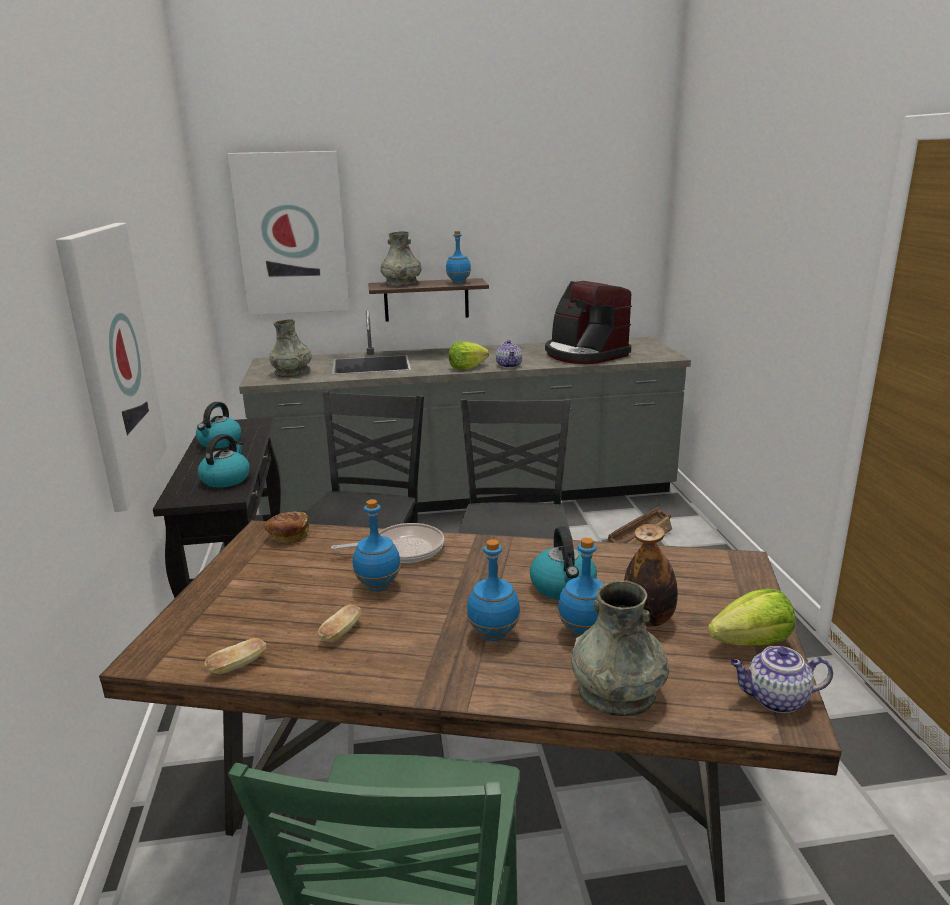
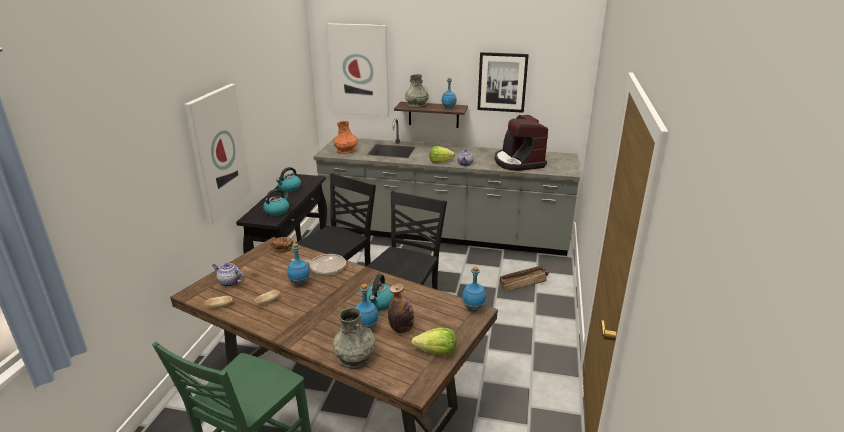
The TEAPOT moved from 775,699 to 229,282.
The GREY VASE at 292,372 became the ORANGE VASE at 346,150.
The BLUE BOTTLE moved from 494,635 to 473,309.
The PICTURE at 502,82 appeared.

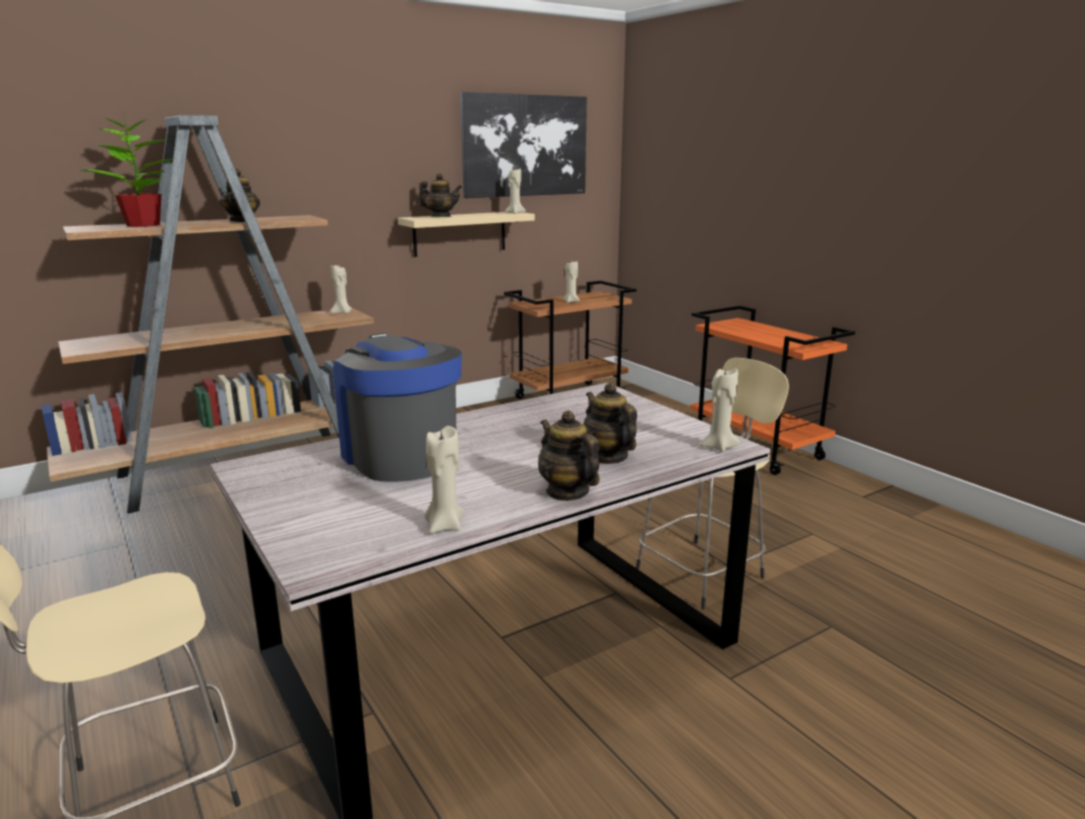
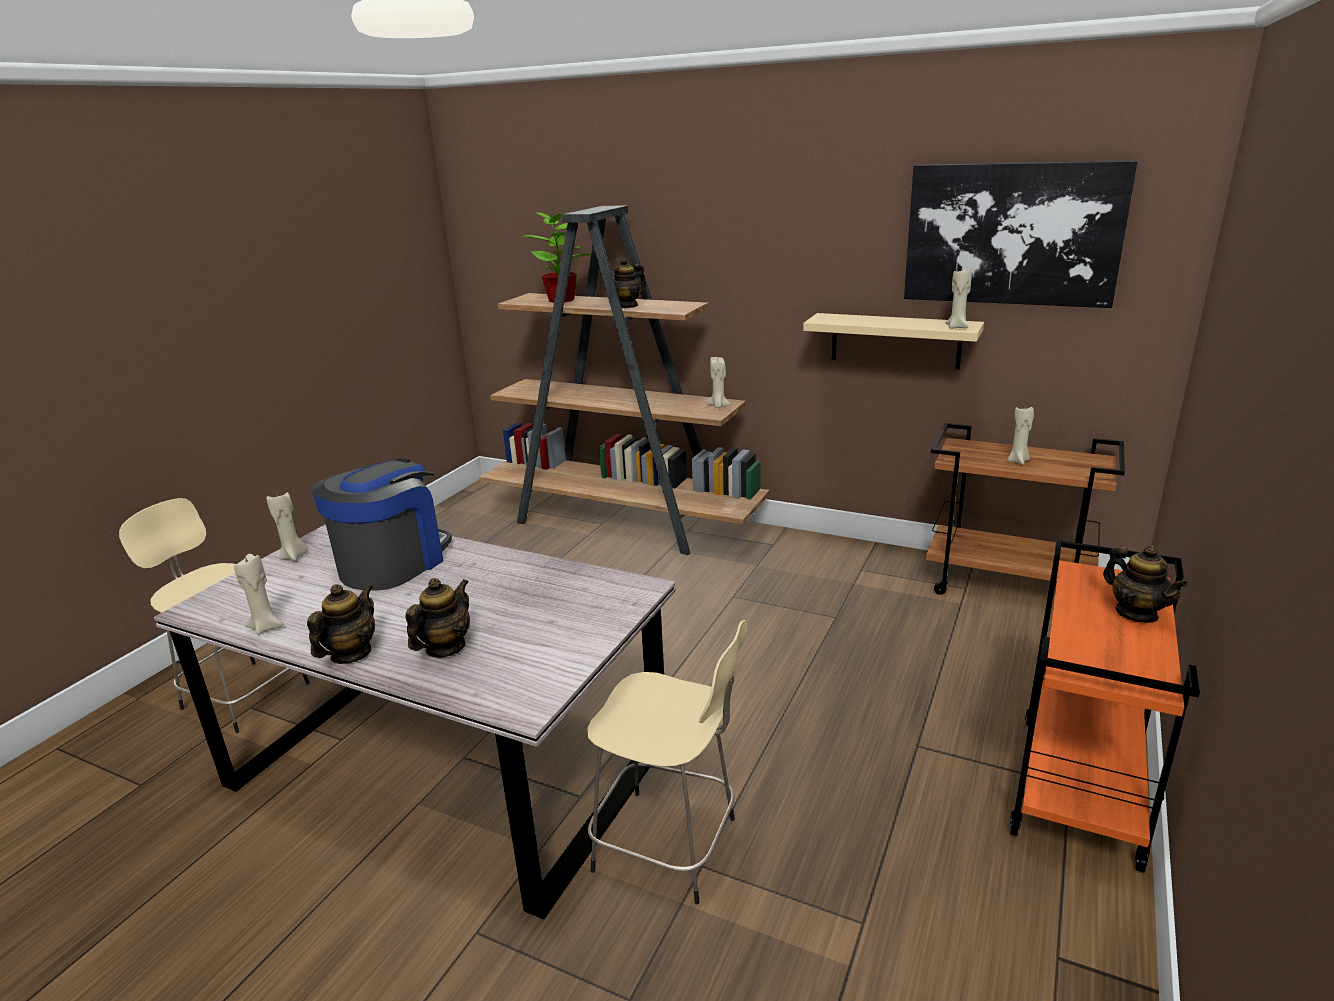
The BEIGE CANDLE moved from 718,447 to 294,556.
The TEAPOT moved from 440,217 to 1136,613.

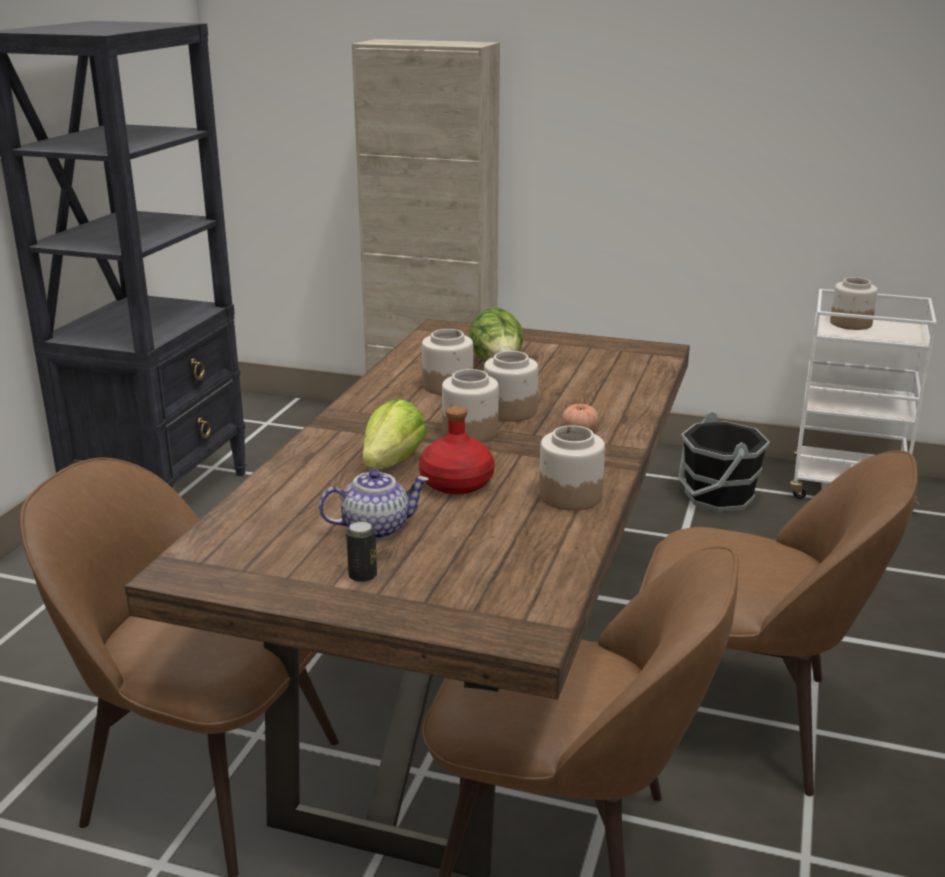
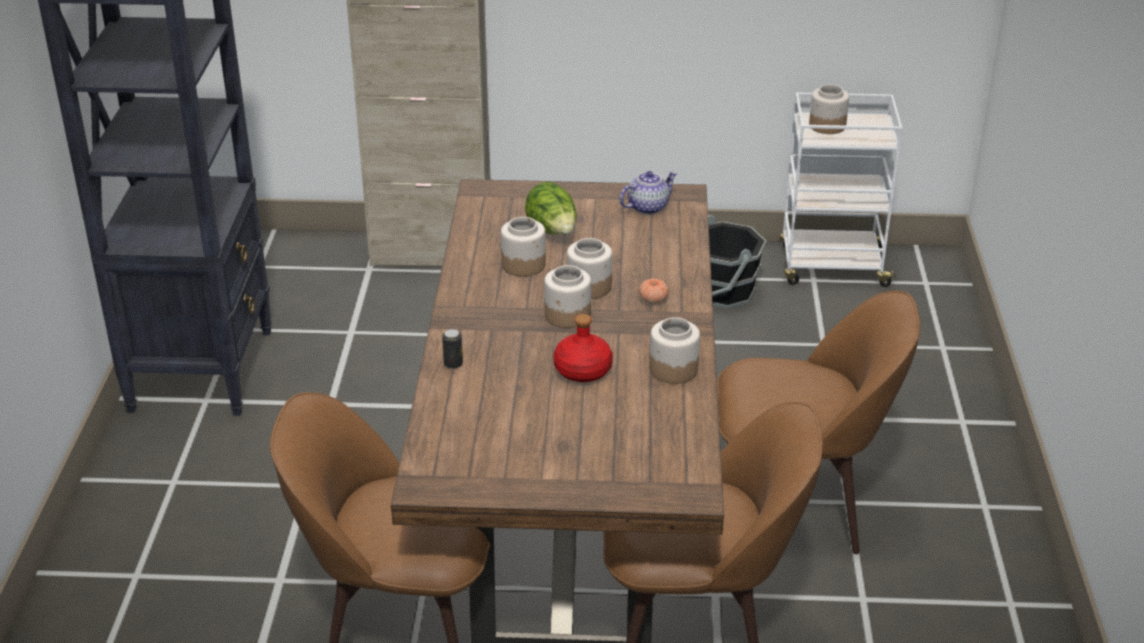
The CAN moved from 362,576 to 453,364.
The TEAPOT moved from 376,528 to 648,207.
The LETTUCE at 392,463 disappeared.

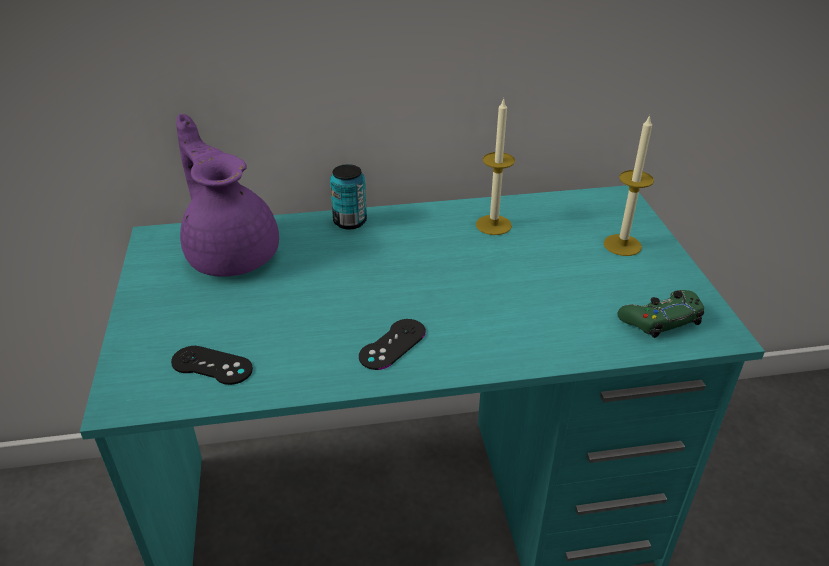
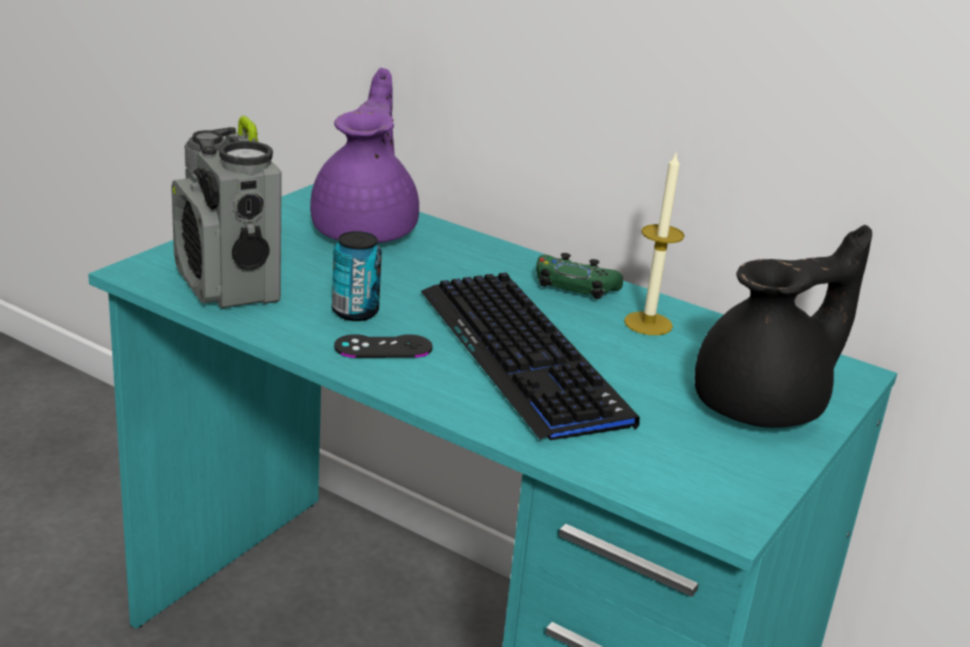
The BLACK GAME CONTROLLER at 212,365 was replaced by the RADIO at 227,285.
The CAN moved from 350,221 to 355,312.
The KEYBOARD at 522,356 appeared.
The GREEN GAME CONTROLLER moved from 660,320 to 575,287.
The CANDLE at 622,245 was replaced by the BLACK TEAPOT at 764,406.

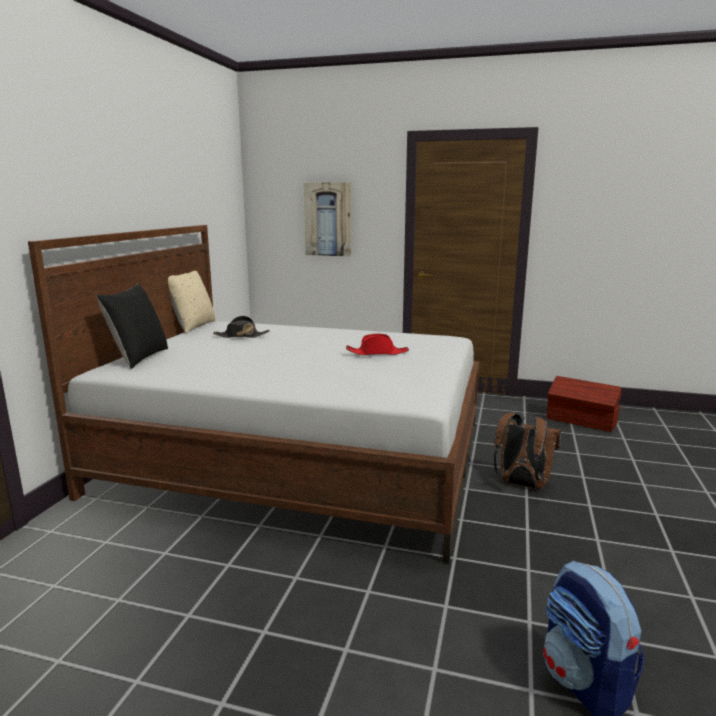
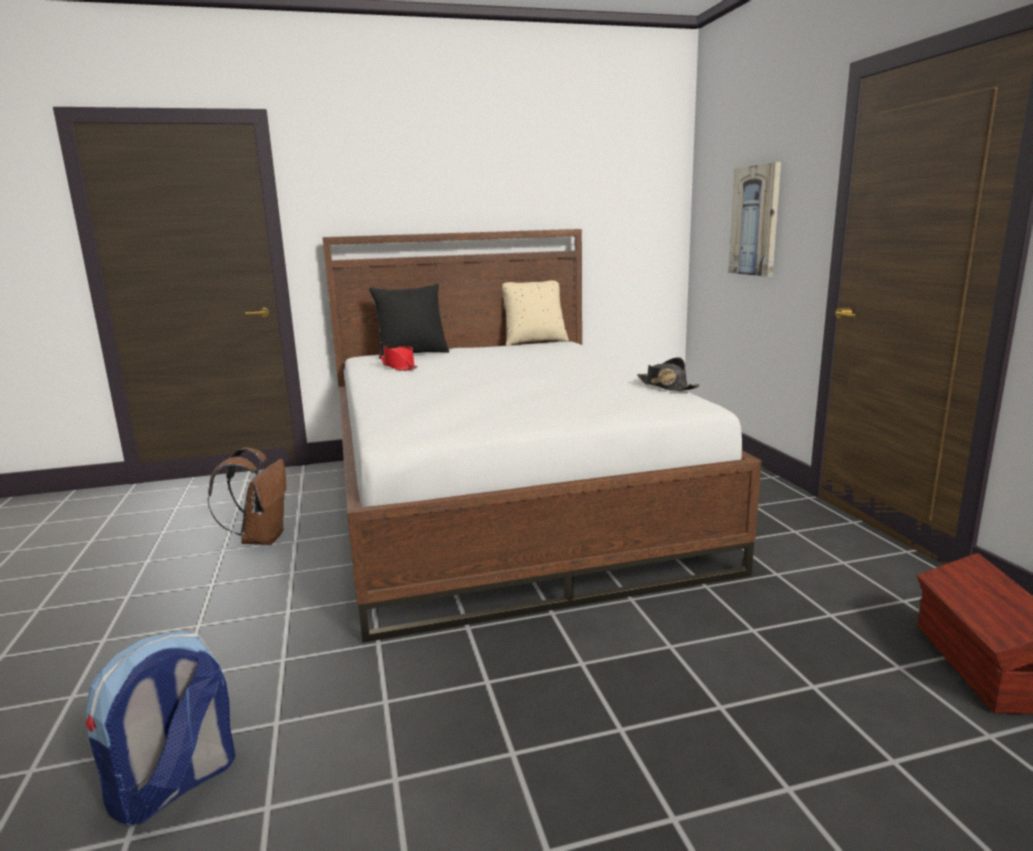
The BROWN BACKPACK moved from 521,484 to 262,538.
The RED HAT moved from 377,353 to 399,366.
The BLACK HAT moved from 241,336 to 666,386.

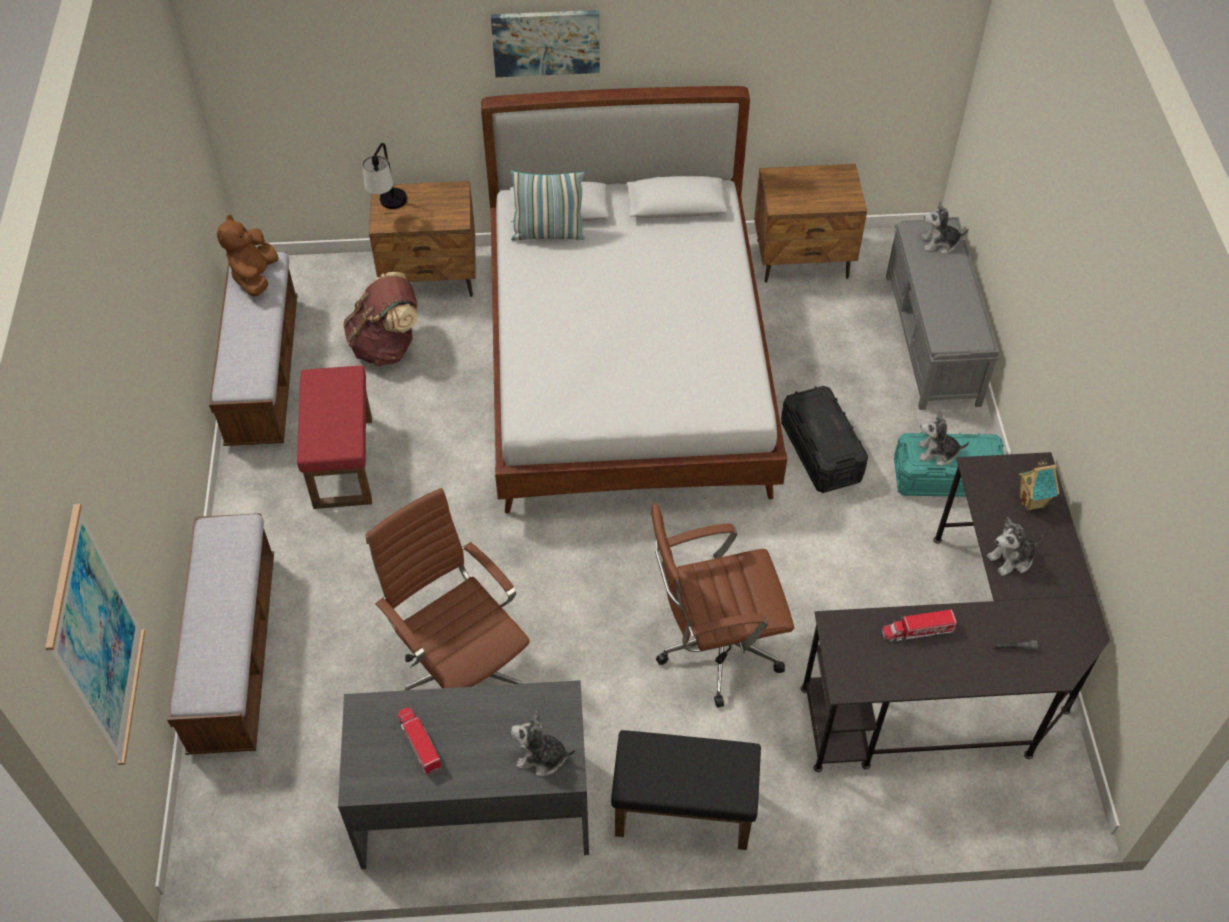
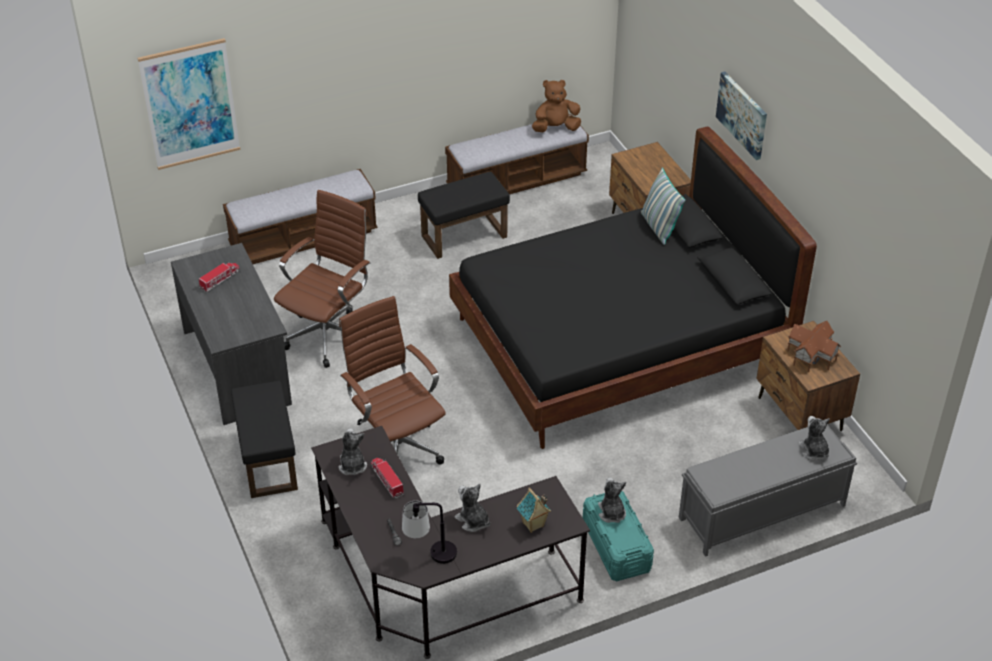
The PLUSH TOY moved from 541,757 to 352,465.
The TABLE LAMP moved from 389,209 to 430,554.
The RED OTTOMAN at 342,461 became the BLACK OTTOMAN at 464,236.
The WHITE BED at 627,370 became the BLACK BED at 620,344.
The TOY HOUSE at 810,356 appeared.
The BROWN BACKPACK at 387,346 disappeared.
The BLACK STORAGE BOX at 820,451 disappeared.

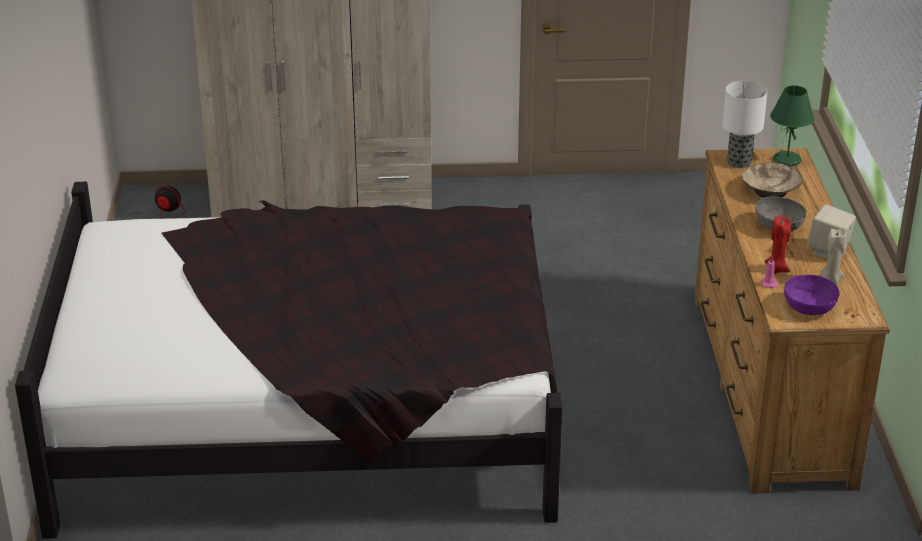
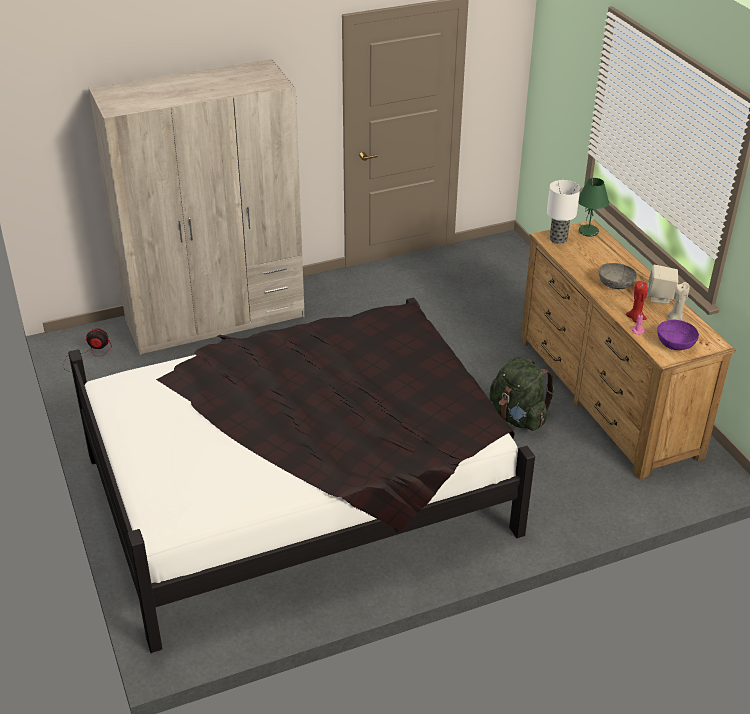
The GREEN BACKPACK at 518,417 appeared.
The BEIGE BOWL at 770,190 disappeared.

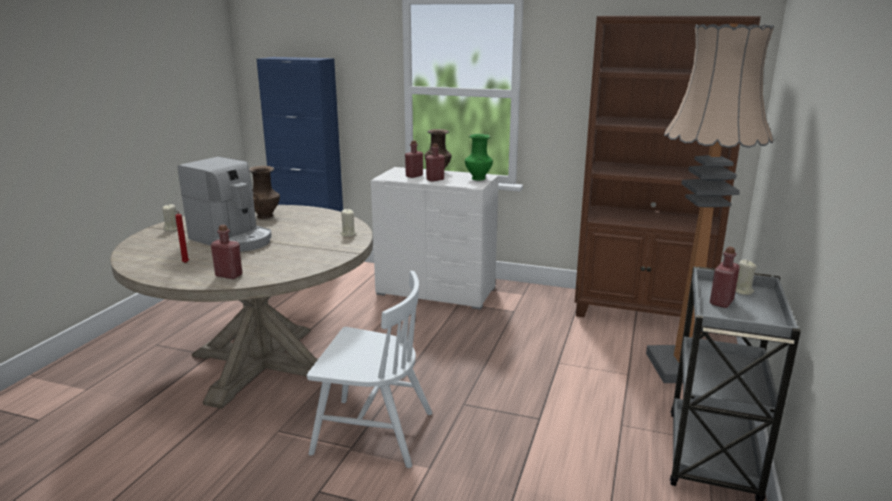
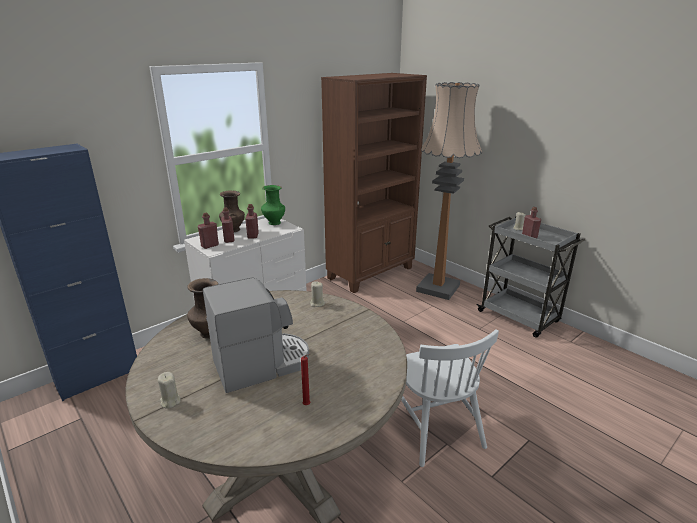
The RED BOTTLE moved from 229,275 to 210,245.
The WHITE CHAIR at 372,432 turned 120 degrees clockwise.

